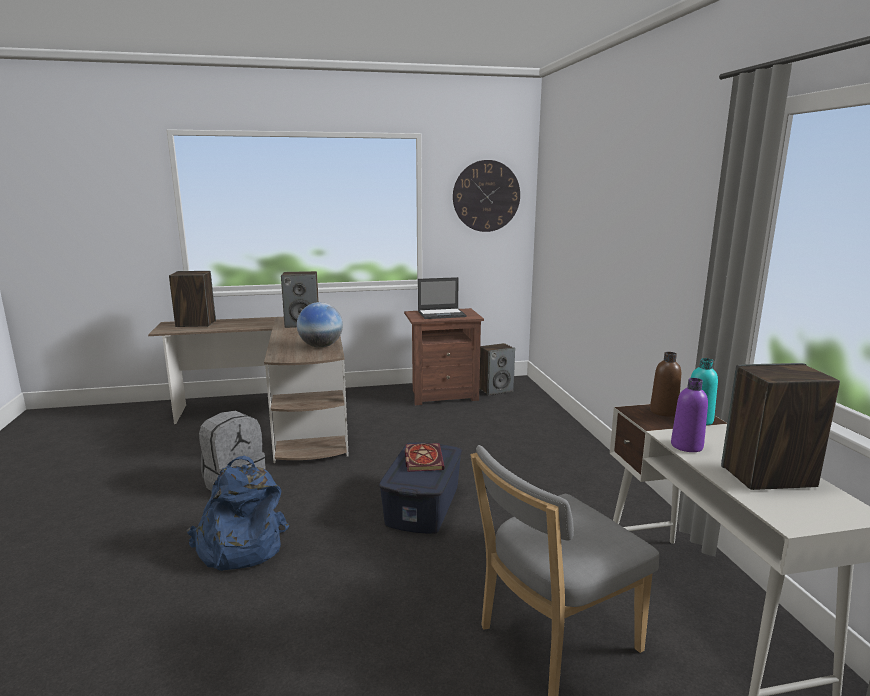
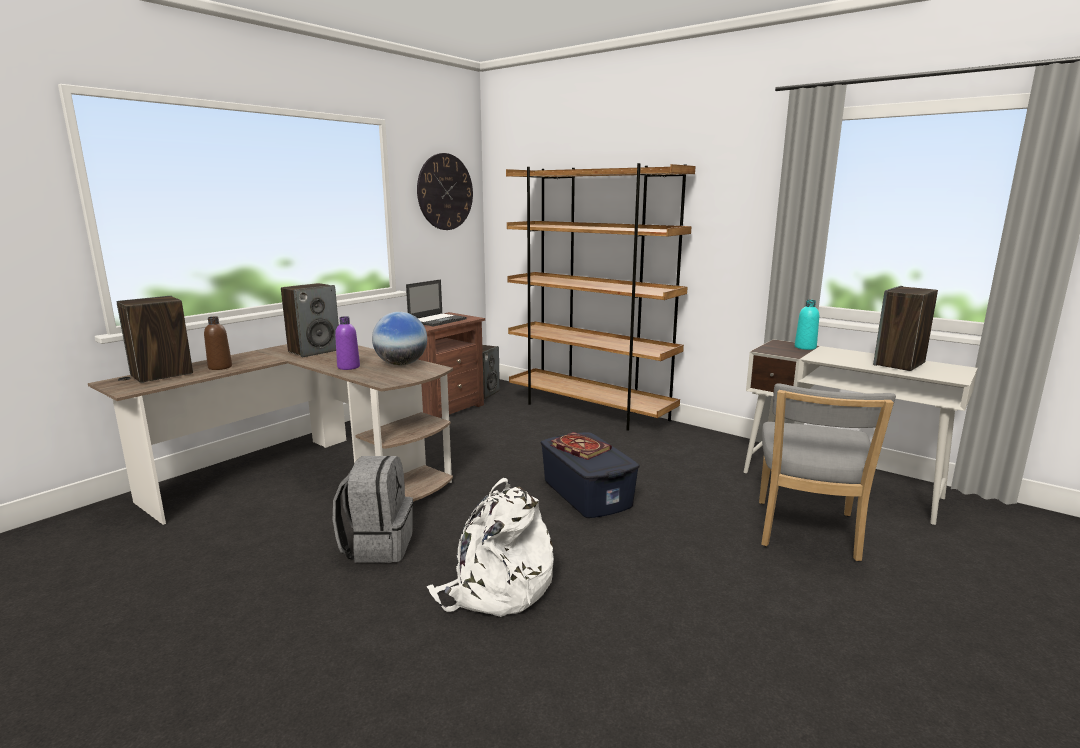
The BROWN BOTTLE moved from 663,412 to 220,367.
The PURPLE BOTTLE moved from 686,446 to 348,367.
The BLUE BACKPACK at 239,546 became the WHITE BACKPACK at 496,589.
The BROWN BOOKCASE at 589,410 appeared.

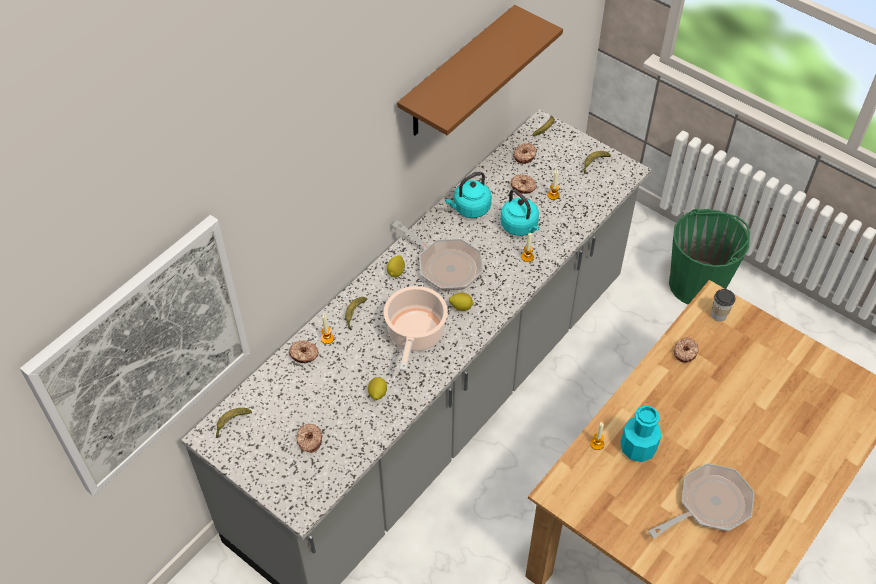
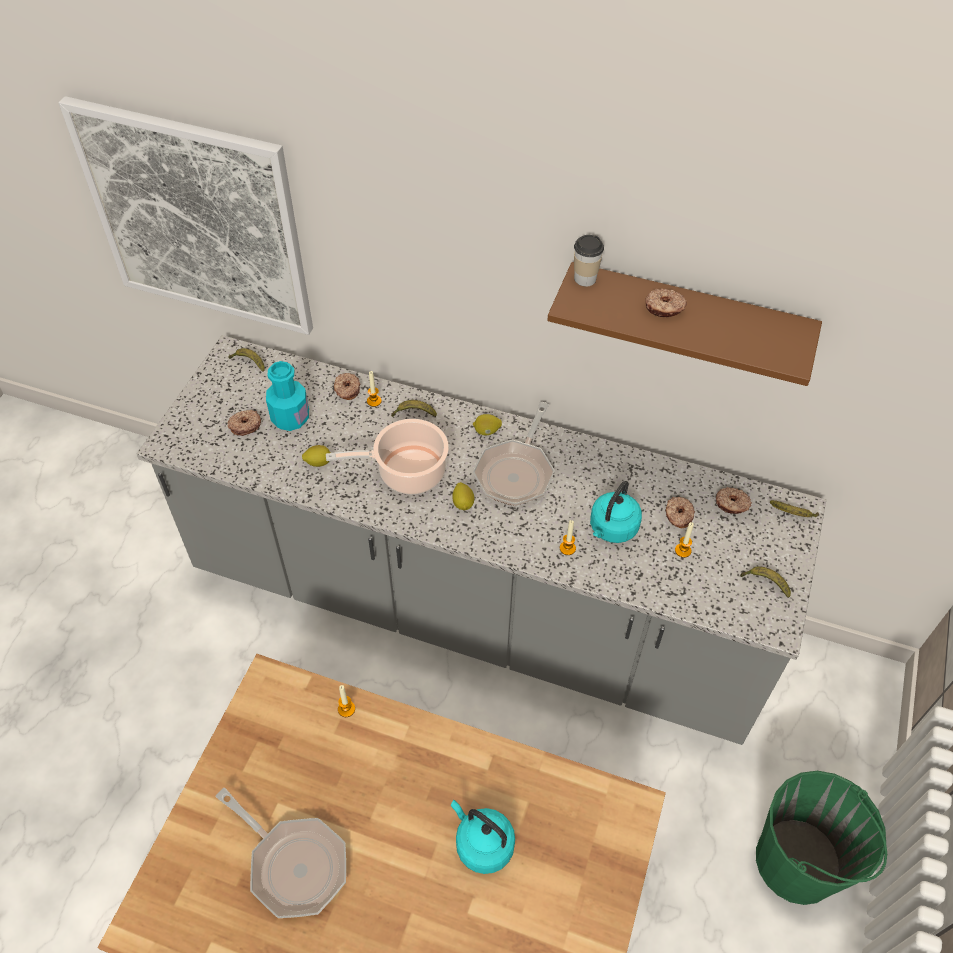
The TURQUOISE BOTTLE moved from 638,448 to 290,418.
The TURQUOISE KETTLE moved from 470,209 to 482,844.
The CUP moved from 718,315 to 585,279.
The DONUT moved from 685,352 to 664,308.

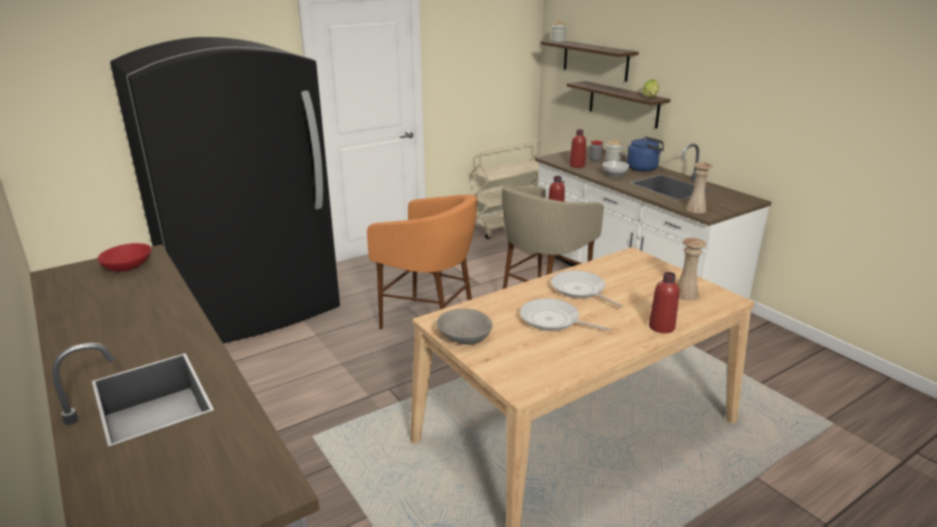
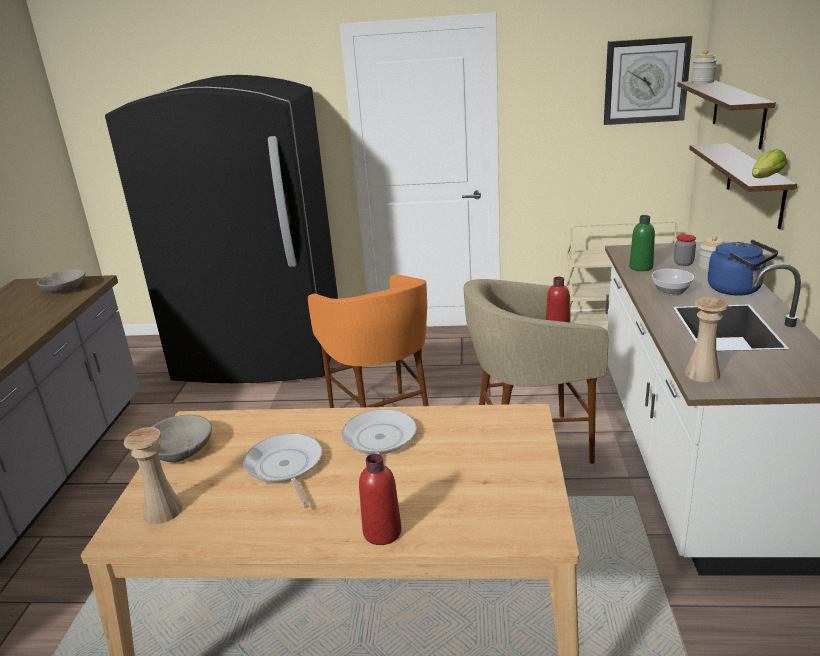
The RED BOWL at 127,266 became the GREY BOWL at 65,289.
The BEIGE VASE moved from 685,294 to 163,511.
The WALL CLOCK at 646,81 appeared.
The RED BOTTLE at 577,165 became the GREEN BOTTLE at 641,267.

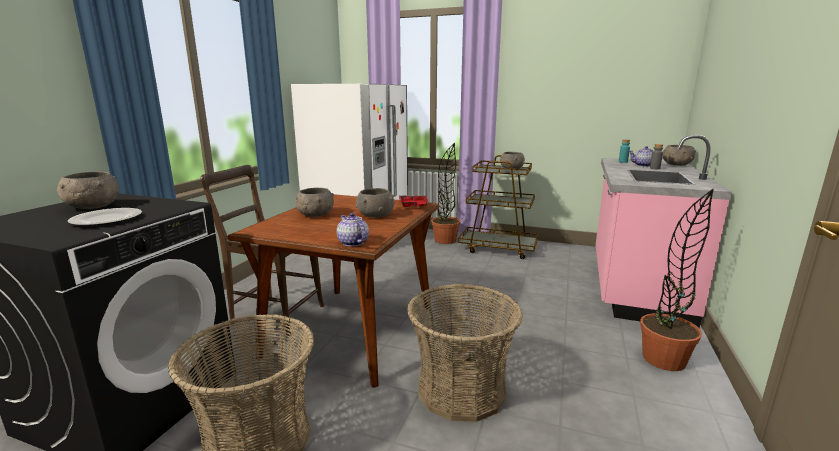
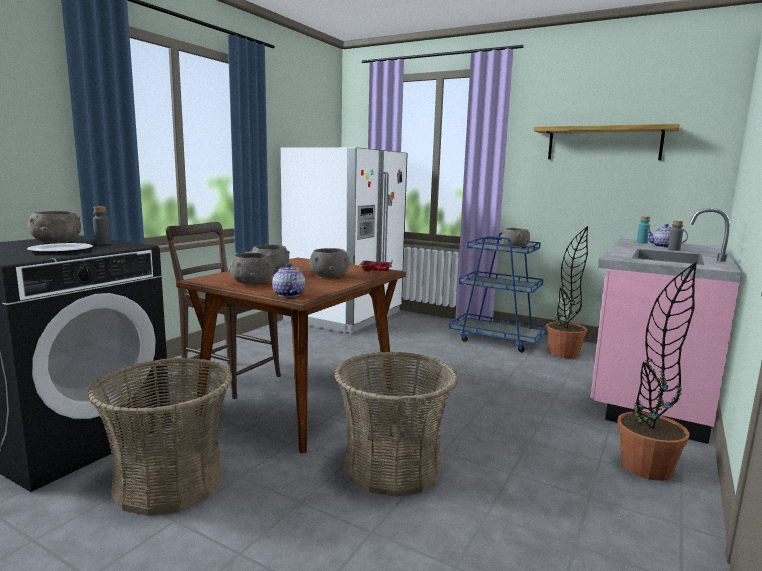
The GREY BOTTLE at 103,243 appeared.
The GREY BOWL moved from 676,165 to 251,283.
The BROWN CART at 498,248 became the BLUE CART at 497,339.
The SHELF at 603,143 appeared.
The POTTED PLANT moved from 445,240 to 563,353.

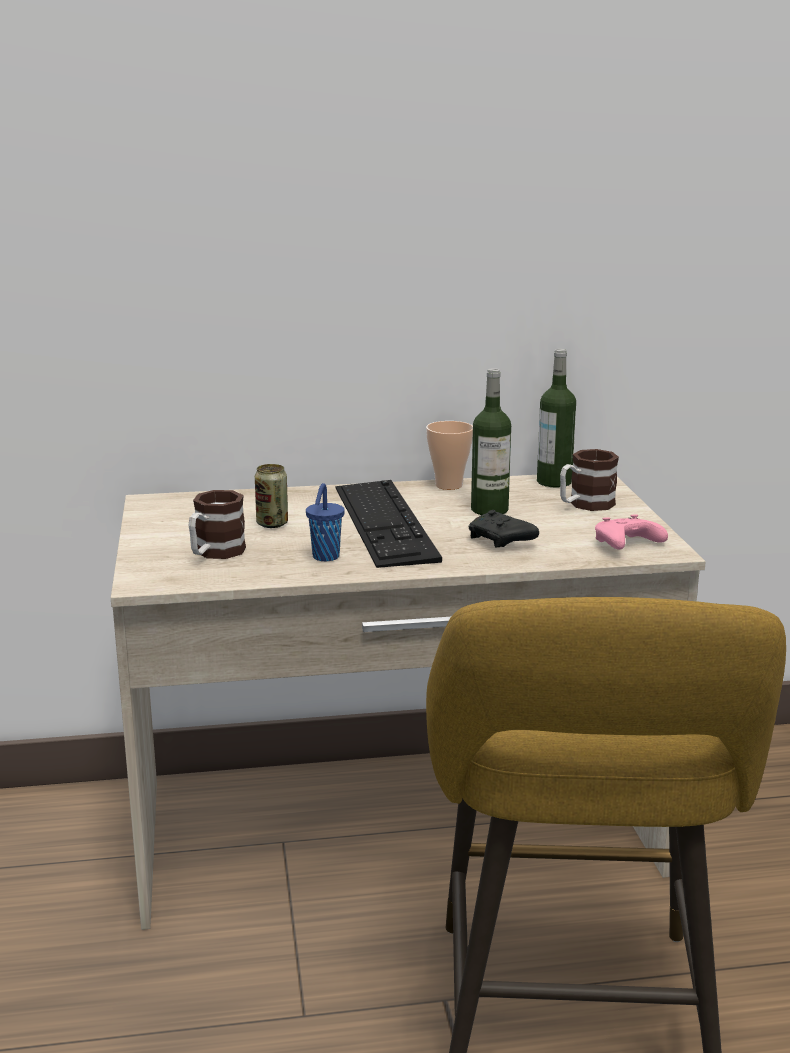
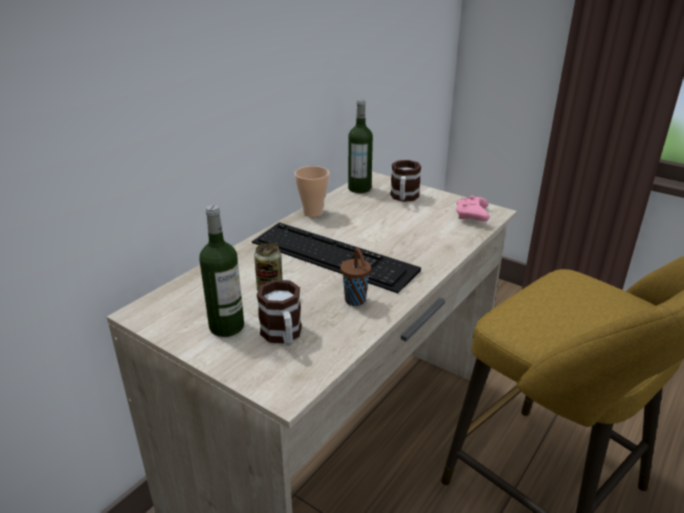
The BOTTLE moved from 489,510 to 226,326.
The BLUE CUP at 325,557 became the BROWN CUP at 356,301.
The BLACK GAME CONTROLLER at 501,541 disappeared.

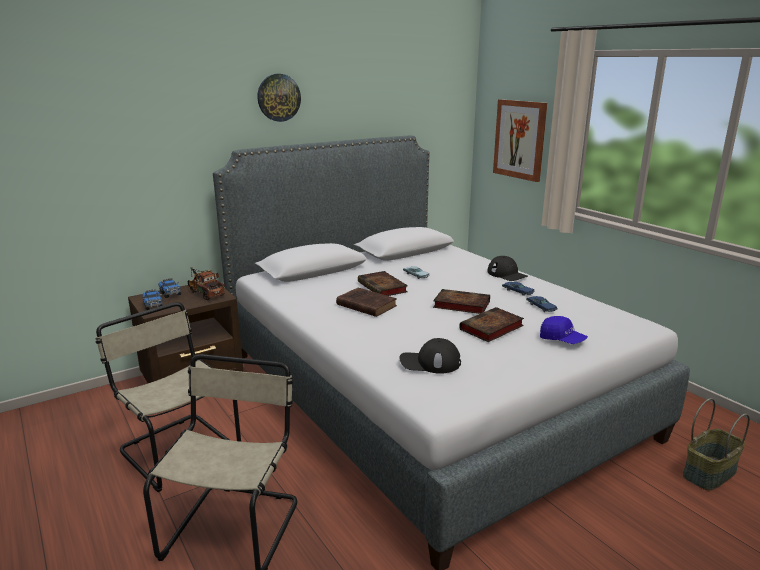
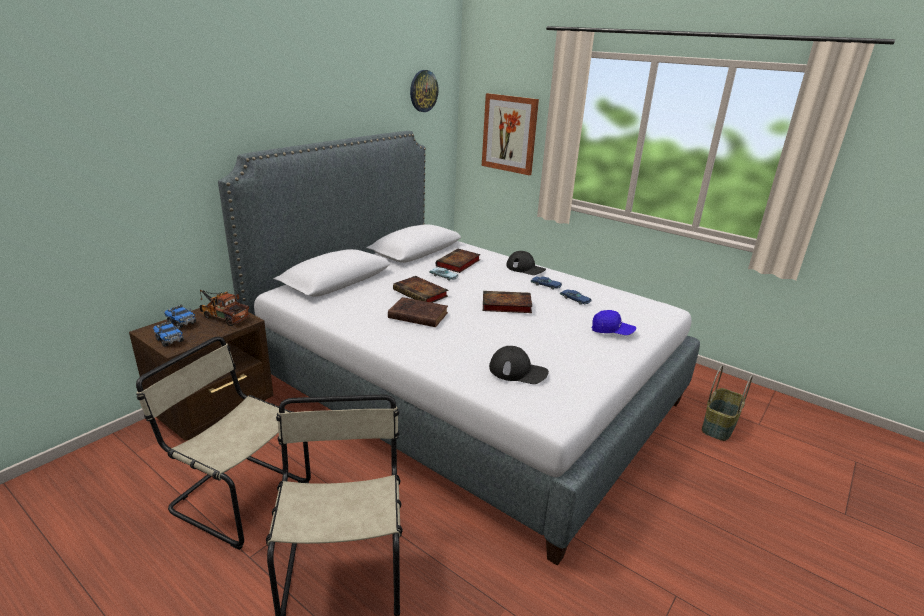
The WALL CLOCK moved from 278,97 to 423,91.
The BOOK moved from 491,328 to 458,264.
The BLACK CAP at 430,362 turned 150 degrees counterclockwise.

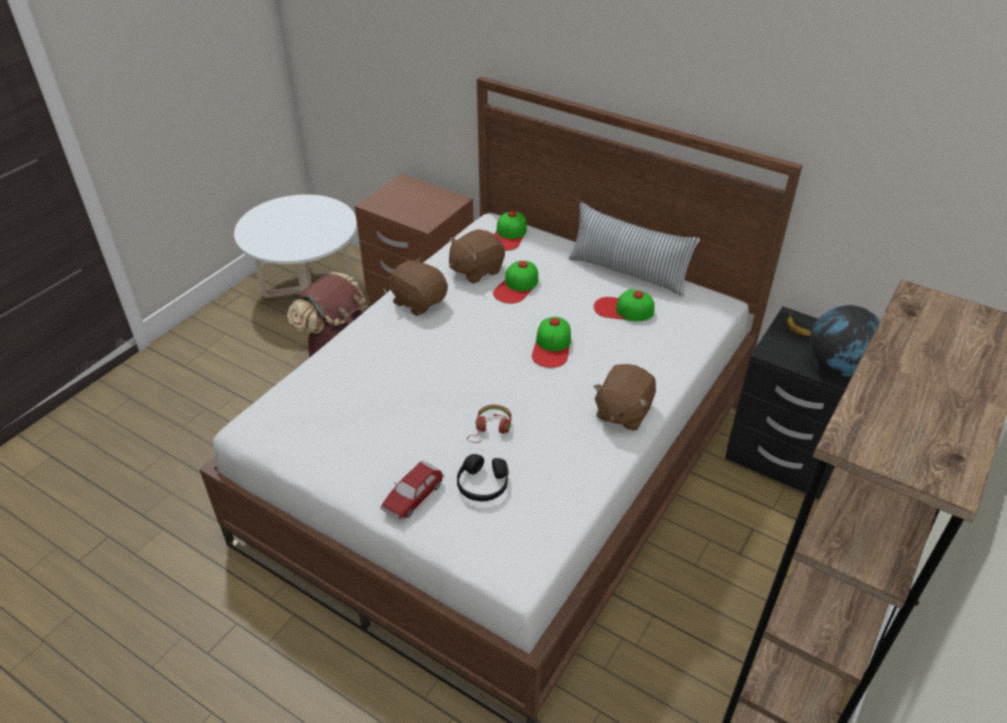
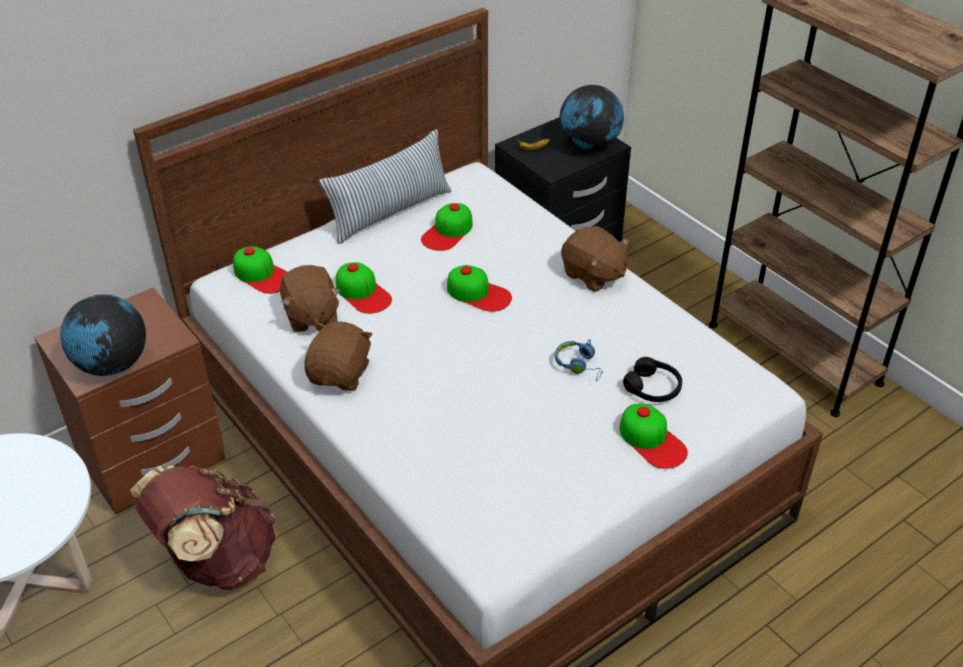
The GLOBE at 112,365 appeared.
The BROWN PLUSH TOY at 419,301 turned 135 degrees clockwise.
The RED HEADPHONES at 490,429 became the BLUE HEADPHONES at 579,365.
The TOY CAR at 413,496 was replaced by the CAP at 652,440.

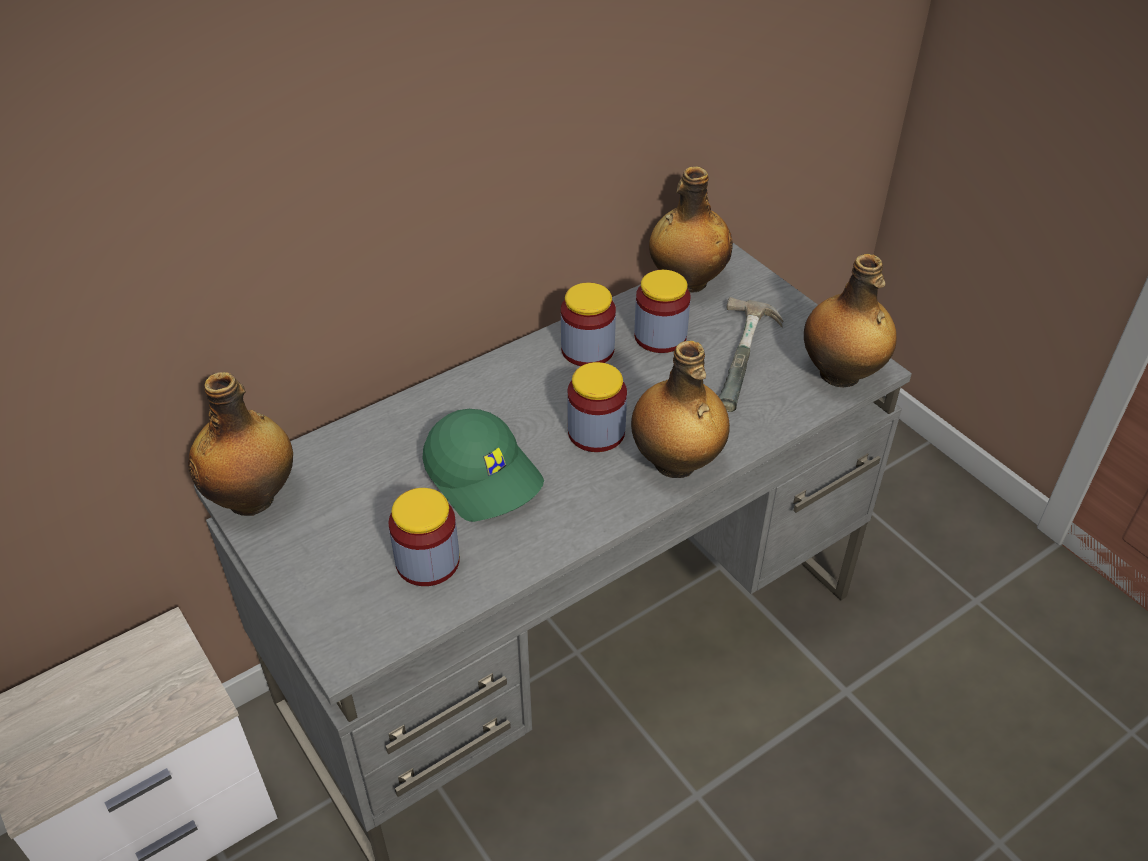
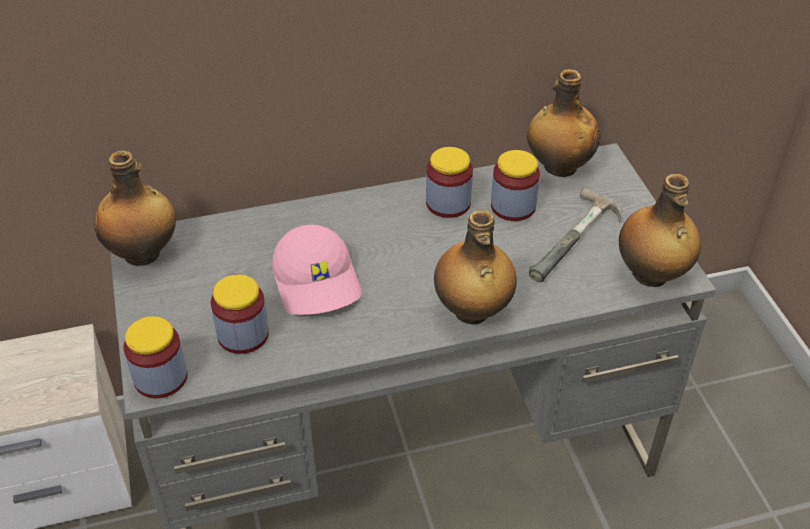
The JAR moved from 596,432 to 160,377.
The GREEN CAP at 485,476 became the PINK CAP at 318,282.

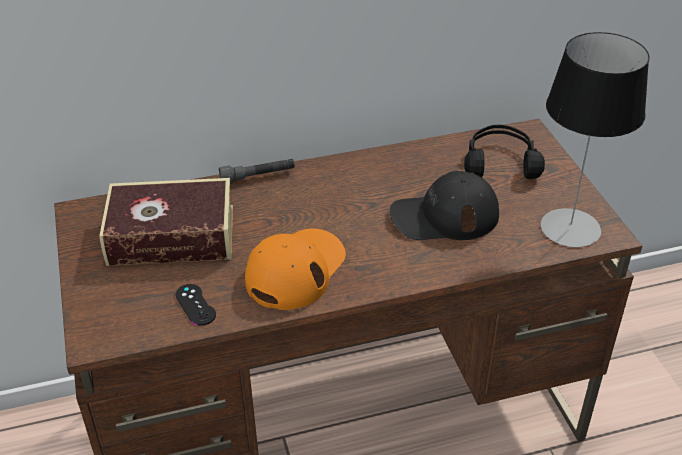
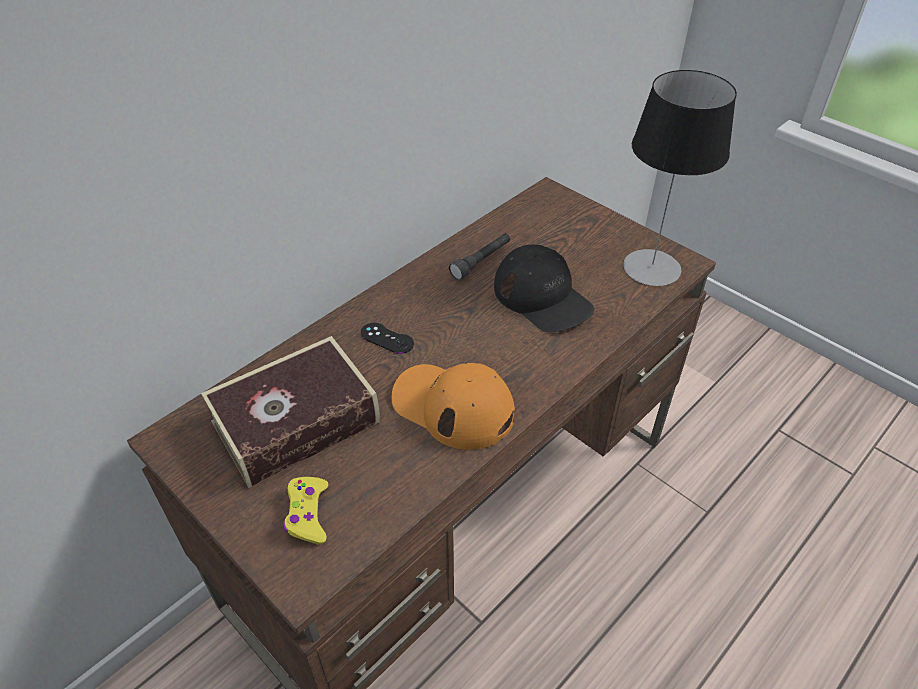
The YELLOW GAME CONTROLLER at 307,514 appeared.
The BLACK GAME CONTROLLER moved from 195,305 to 387,338.
The ORANGE CAP at 295,270 turned 60 degrees counterclockwise.
The GREY FLASHLIGHT moved from 258,177 to 481,261.
The BLACK CAP at 444,216 turned 90 degrees counterclockwise.
The BLACK HEADPHONES at 500,162 disappeared.

